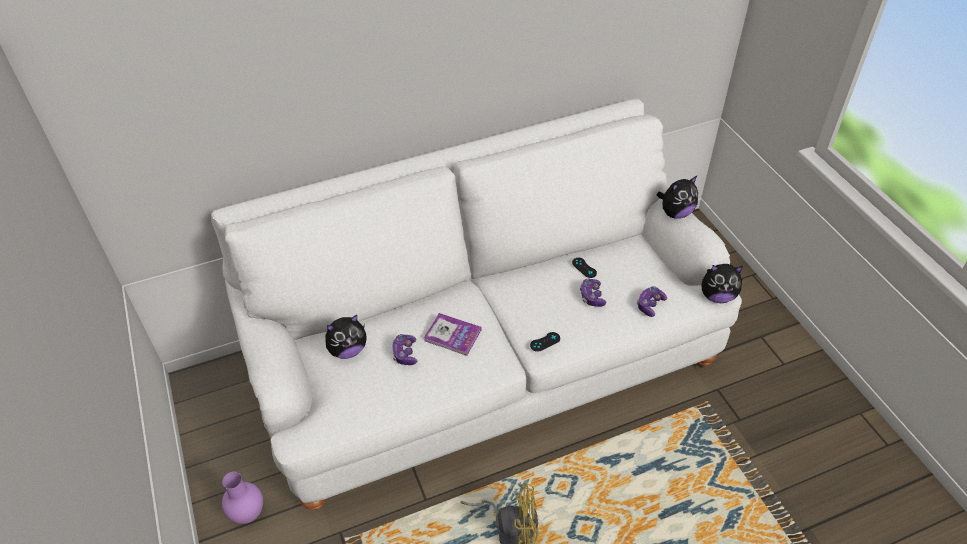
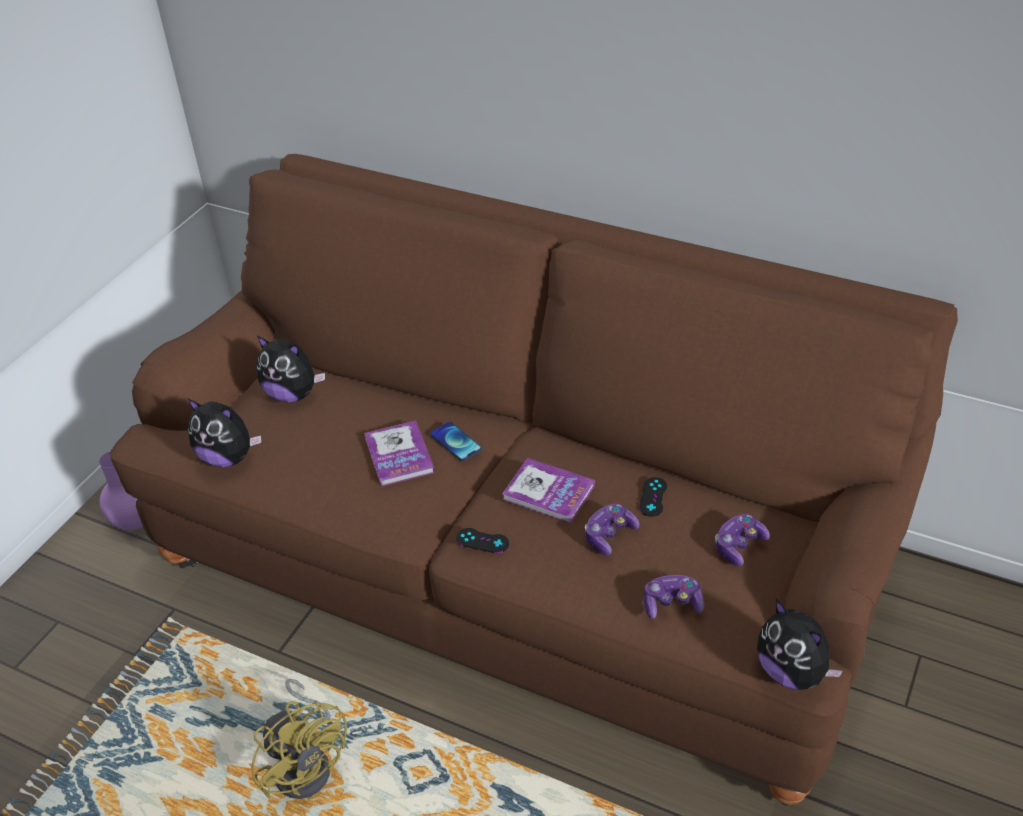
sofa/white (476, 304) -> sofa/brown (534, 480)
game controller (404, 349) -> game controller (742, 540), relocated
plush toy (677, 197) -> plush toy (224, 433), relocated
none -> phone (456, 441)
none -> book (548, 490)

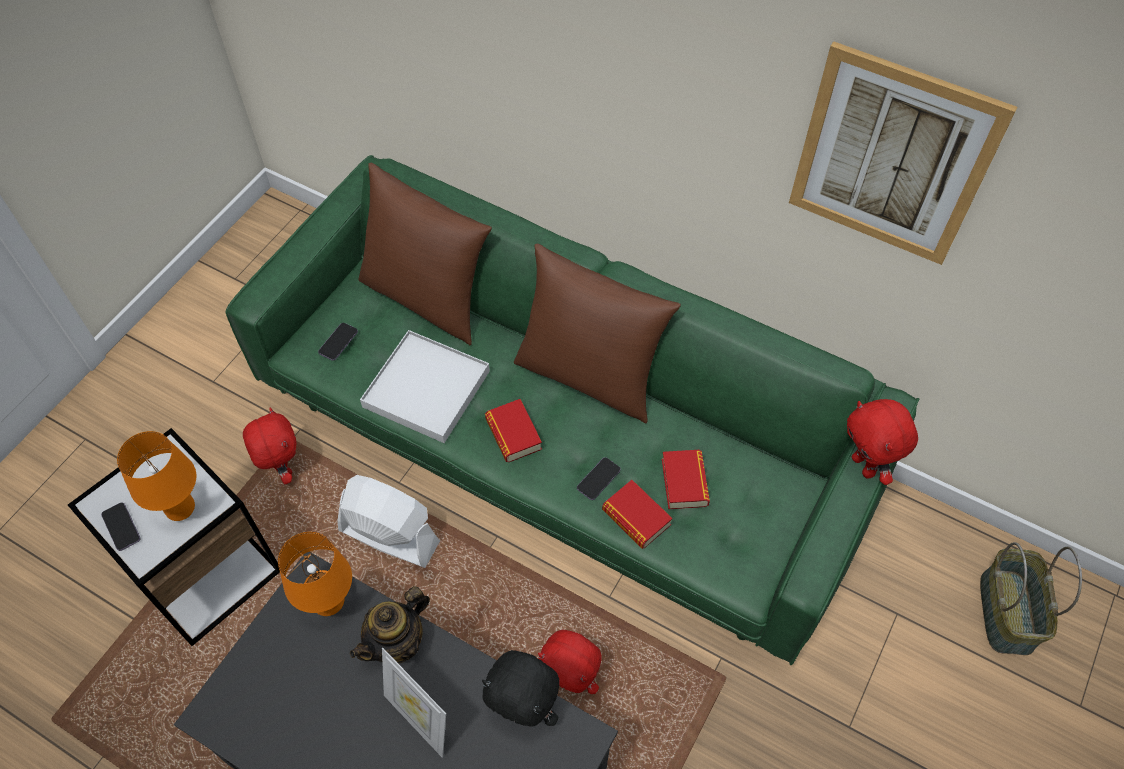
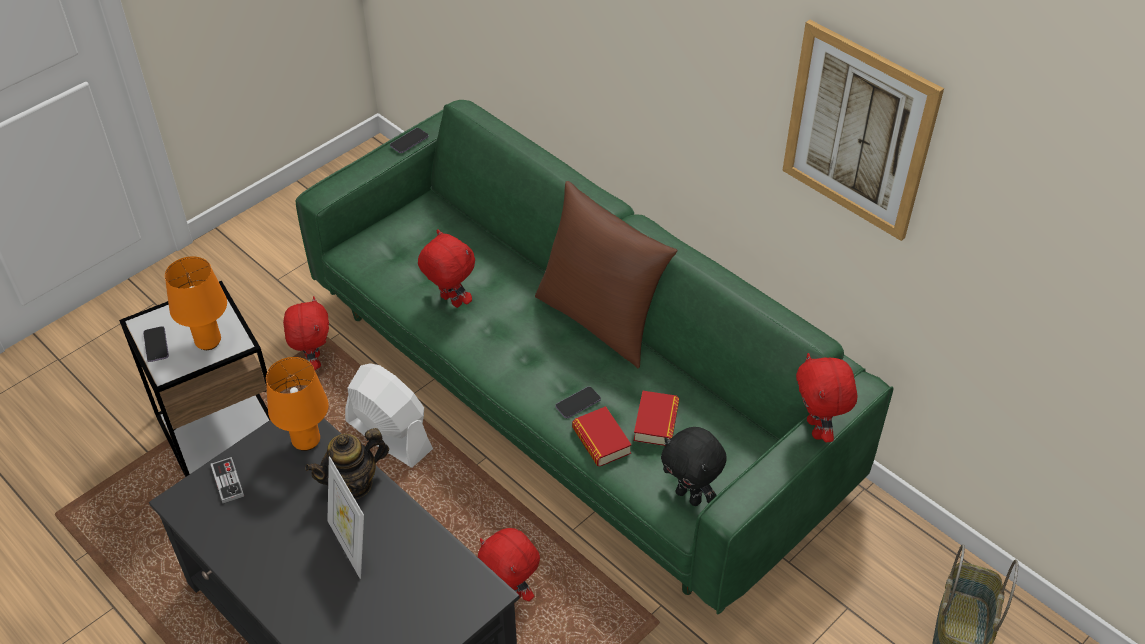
phone (338, 342) -> phone (409, 140), relocated
pillow/brown (425, 254) -> none
tray/white (425, 386) -> plush toy/red (446, 268)
plush toy/black (521, 688) -> plush toy/black (694, 466), relocated
book (513, 430) -> none
none -> game controller (227, 480)

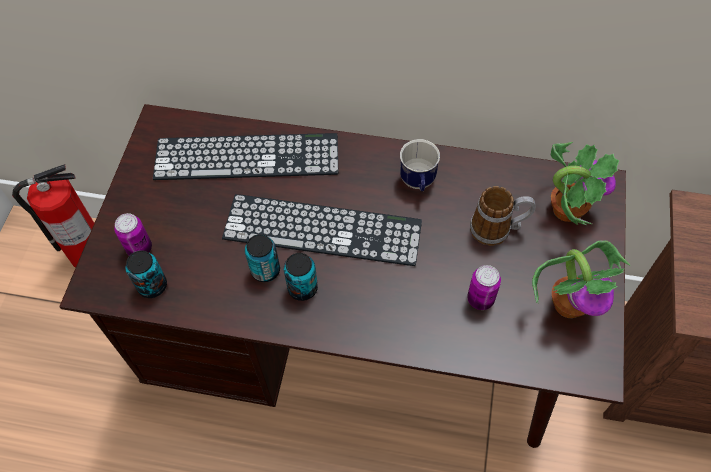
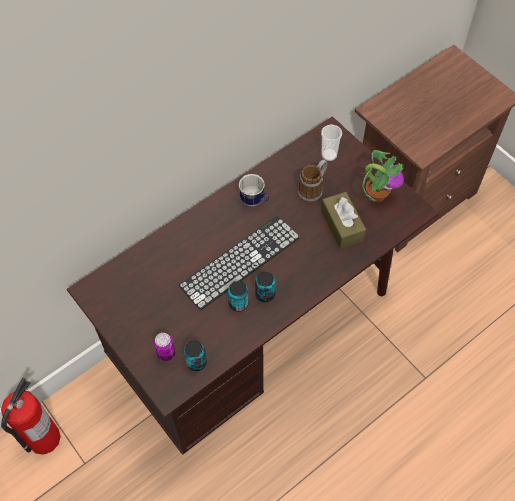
keyboard (246, 156) -> none
can (484, 287) -> tissue box/brown (343, 220)
potted plant (585, 183) -> cup (331, 143)

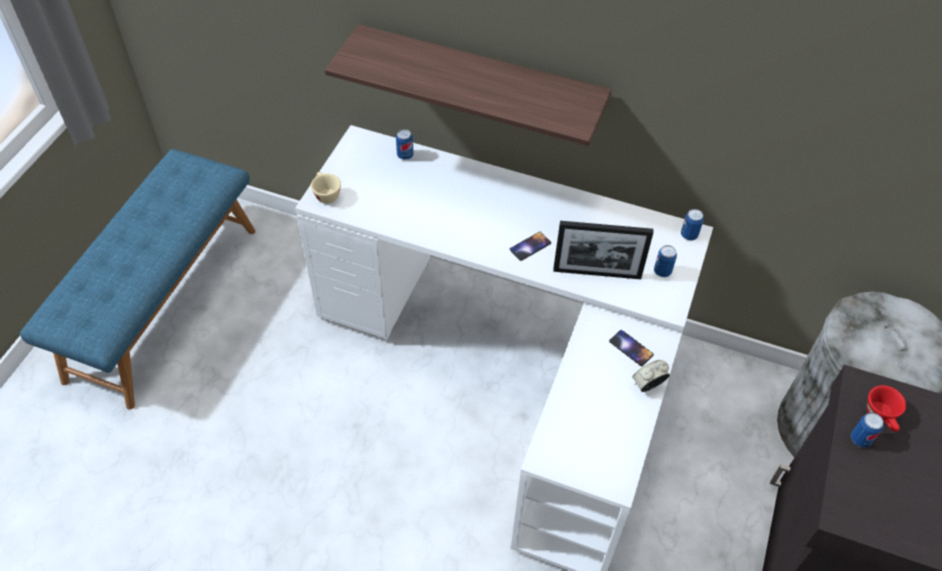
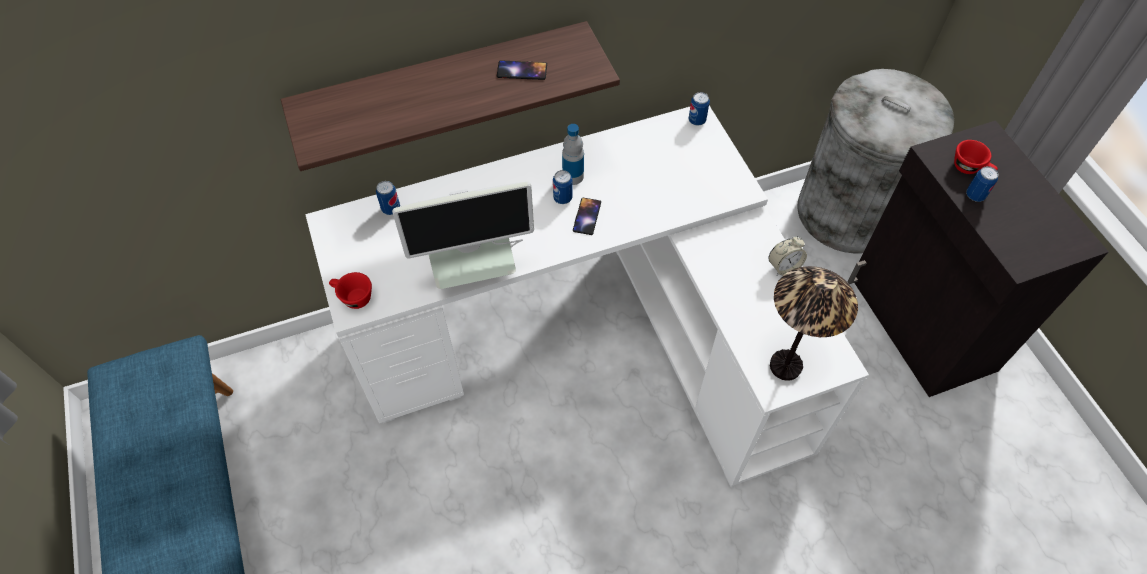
cup/beige (326, 188) -> cup/red (350, 290)
picture frame (603, 250) -> none
phone (631, 348) -> phone (522, 70), relocated
alarm clock (651, 376) -> alarm clock (787, 256), 135 degrees counterclockwise
can (665, 261) -> can (563, 187), relocated
none -> monitor (463, 235)
none -> bottle (573, 154)
none -> table lamp (814, 323)

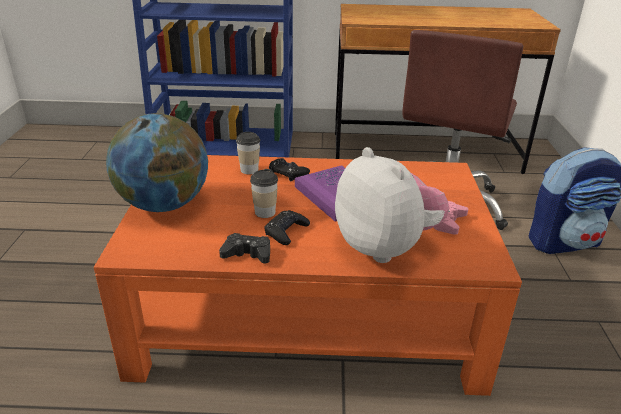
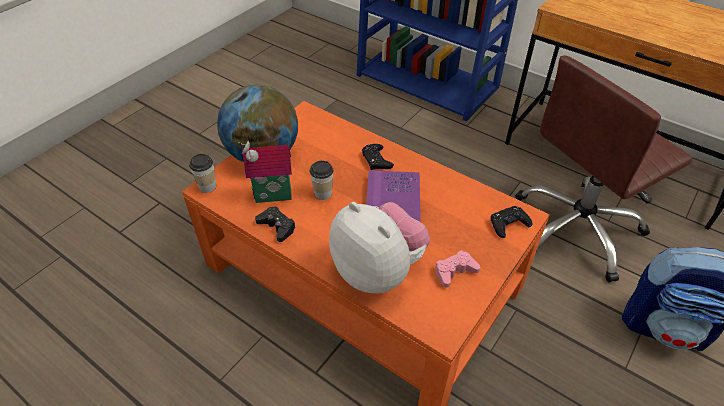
cup (248, 153) -> cup (202, 173), relocated
game controller/black (287, 227) -> game controller/black (512, 222), relocated
plush toy (392, 205) -> plush toy (379, 248), 45 degrees counterclockwise
none -> toy house (265, 172)

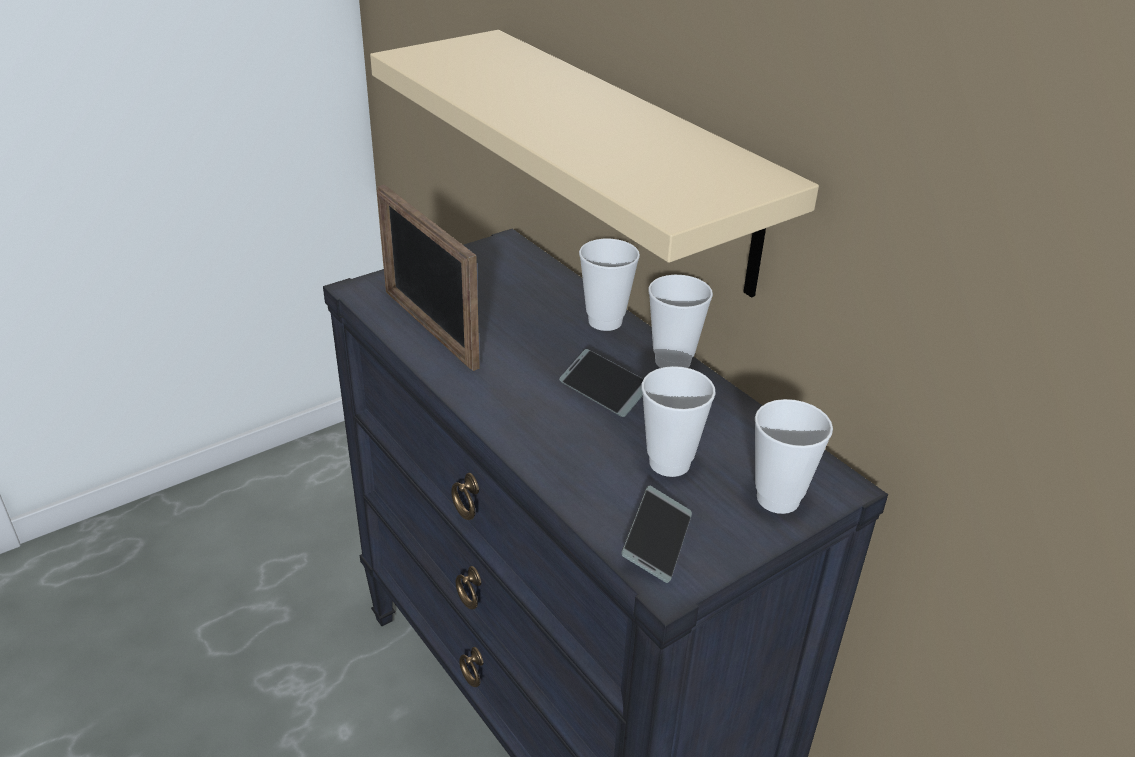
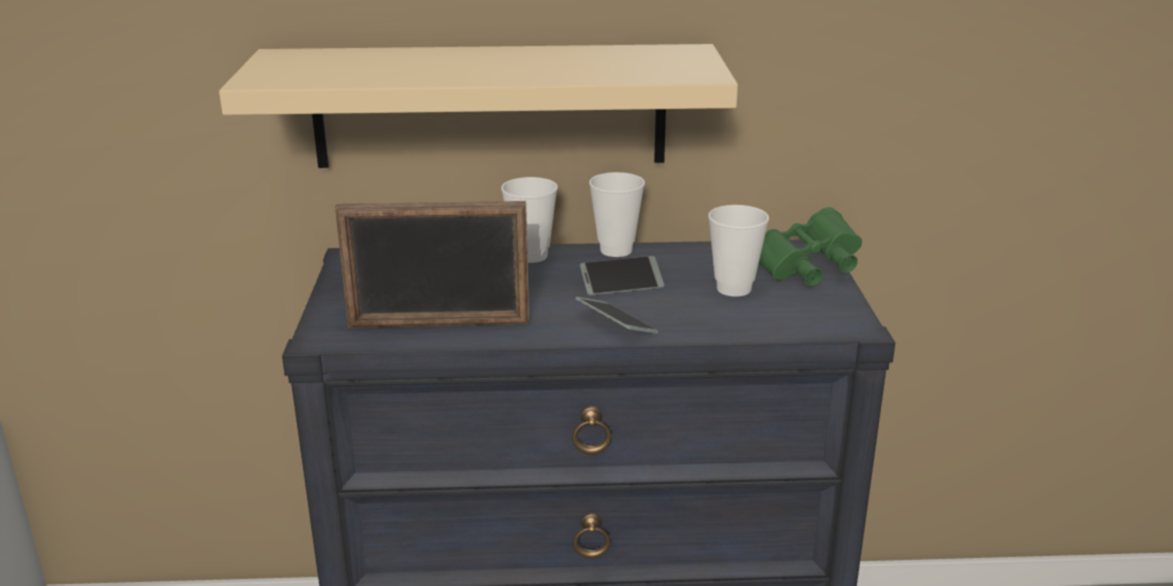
phone (656, 534) -> phone (616, 315), relocated
cup (794, 456) -> binoculars/green (810, 246)

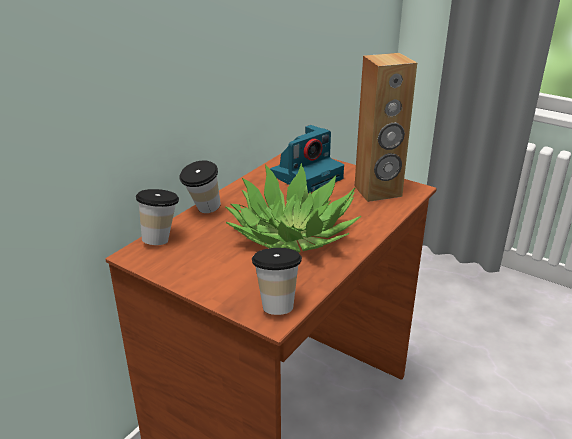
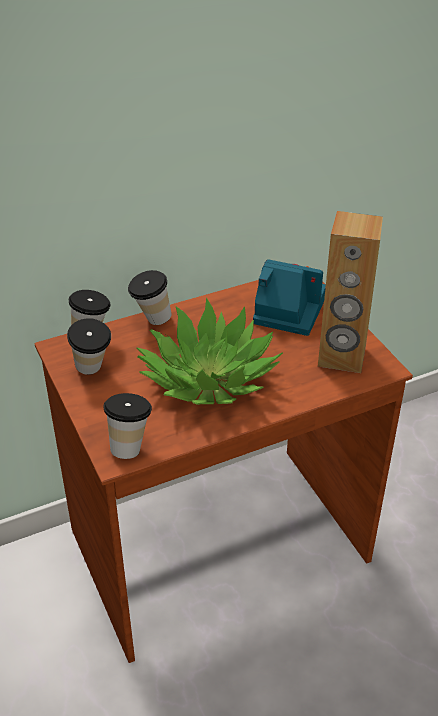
photo camera (307, 159) -> photo camera (289, 297), 150 degrees counterclockwise
none -> cup (89, 346)

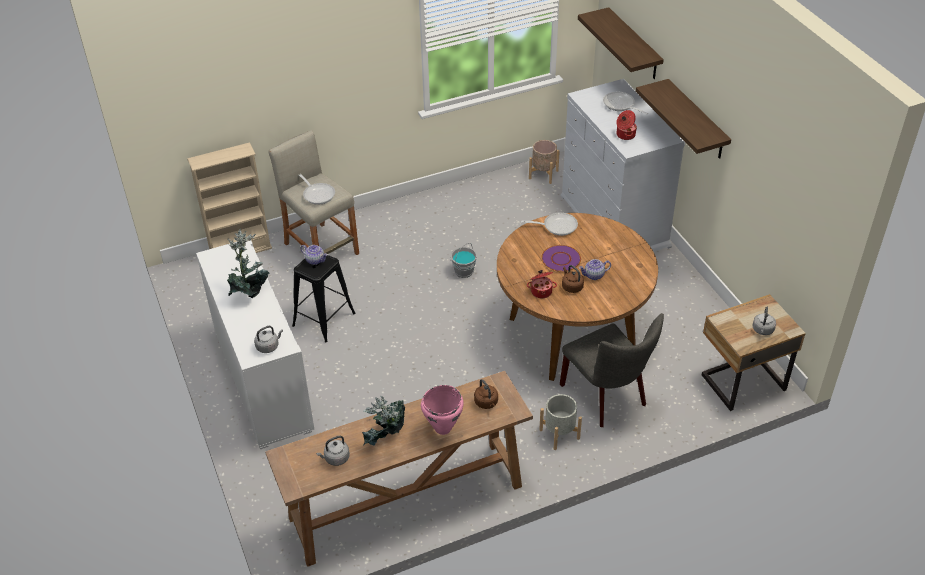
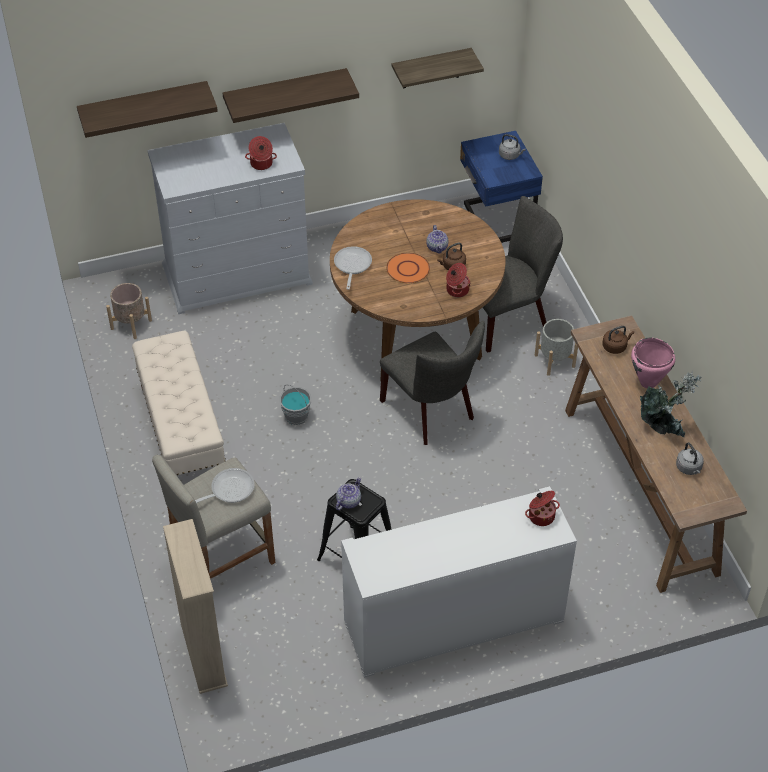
potted plant (248, 263) -> none
kettle/grey (268, 339) -> cooking pot (542, 508)
plate/purple (561, 258) -> plate/orange (408, 268)
frying pan (625, 103) -> none
nightstand/beige (754, 352) -> nightstand/blue (501, 187)
none -> bench/beige (179, 403)
none -> chair/grey (432, 383)
none -> shelf (438, 68)

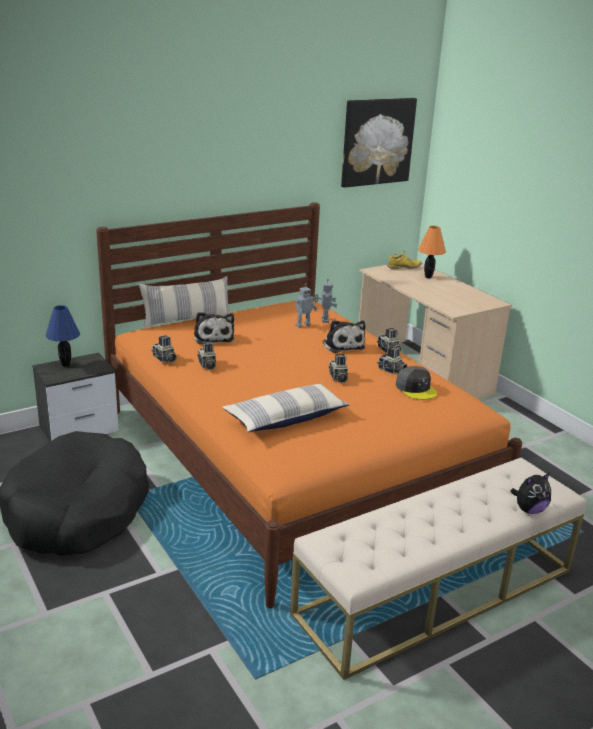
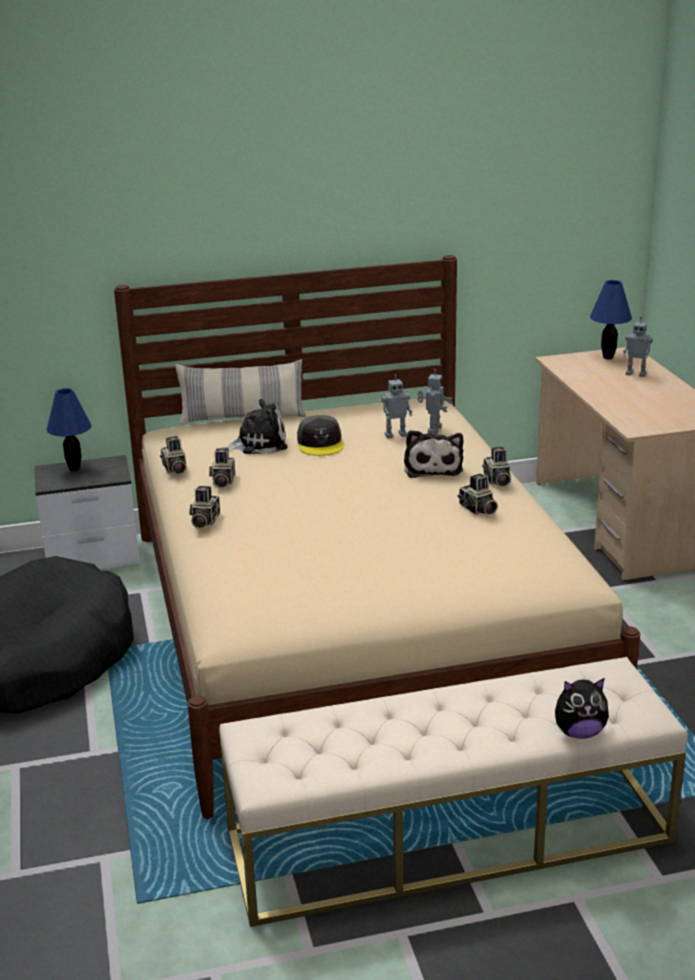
bed/orange (309, 405) -> bed/beige (377, 537)
plush toy (214, 328) -> plush toy (255, 426), 105 degrees counterclockwise
pillow (286, 408) -> none
photo camera (338, 368) -> photo camera (204, 507), relocated
picture (379, 143) -> none
shoe/yellow (404, 260) -> table lamp/blue (611, 319)
cap/grey (416, 383) -> cap/grey (320, 435), relocated
table lamp/orange (432, 252) -> toy robot (638, 347)

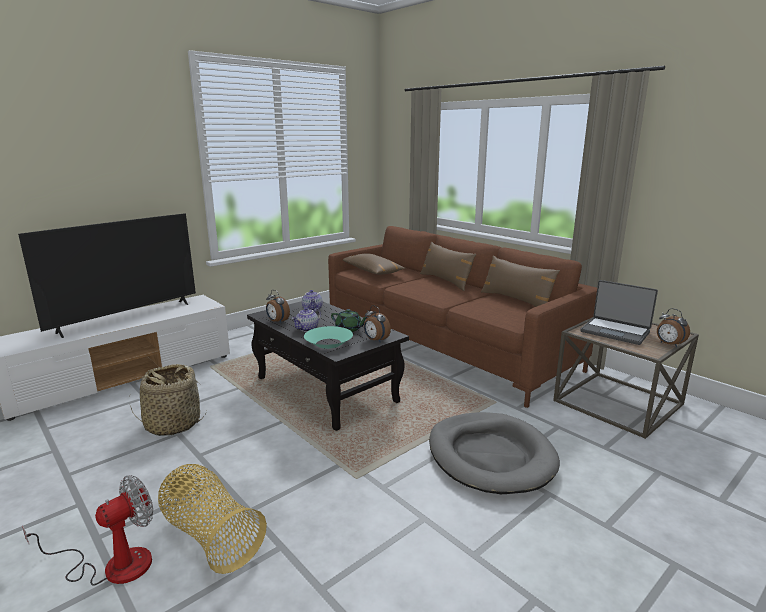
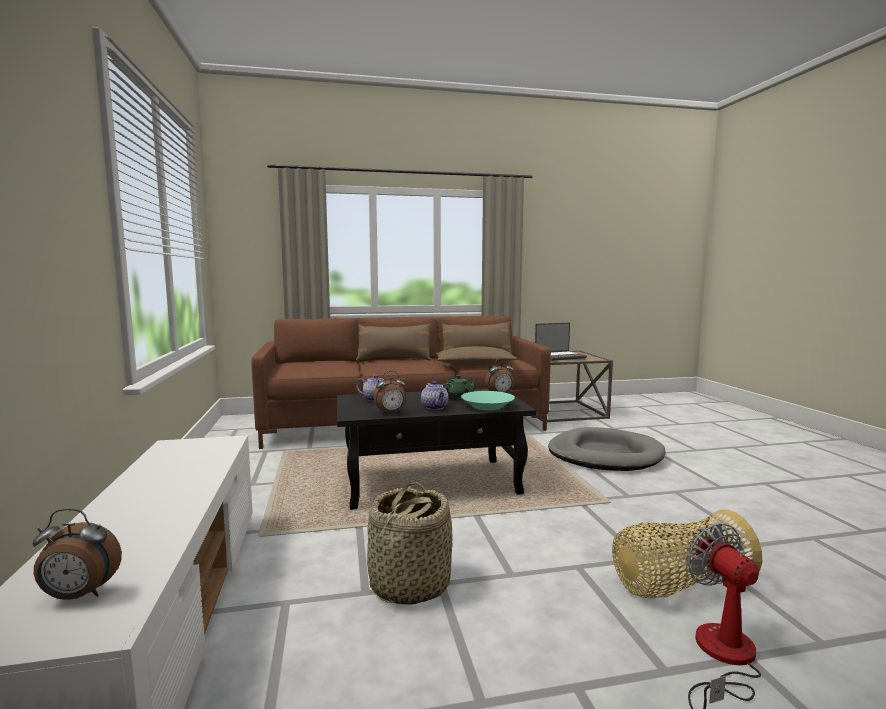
television (107, 275) -> none
pillow/brown (374, 263) -> pillow/brown (477, 356), relocated
alarm clock (673, 327) -> alarm clock (77, 554), relocated

